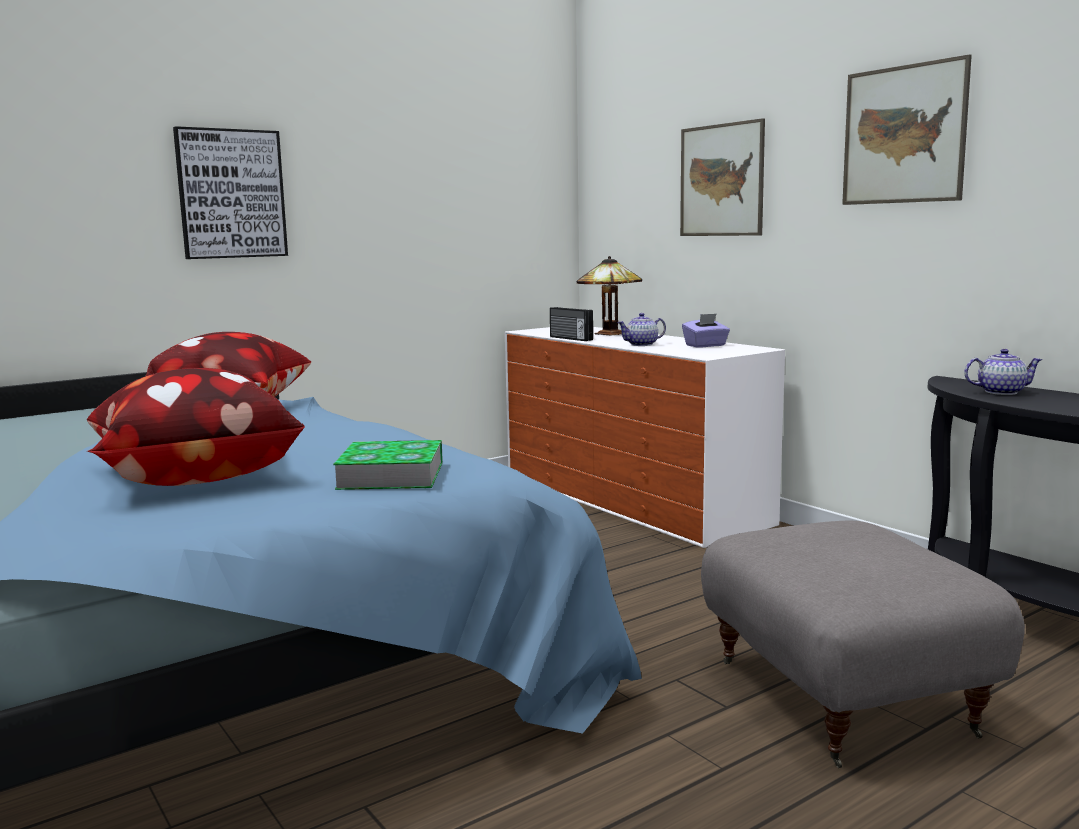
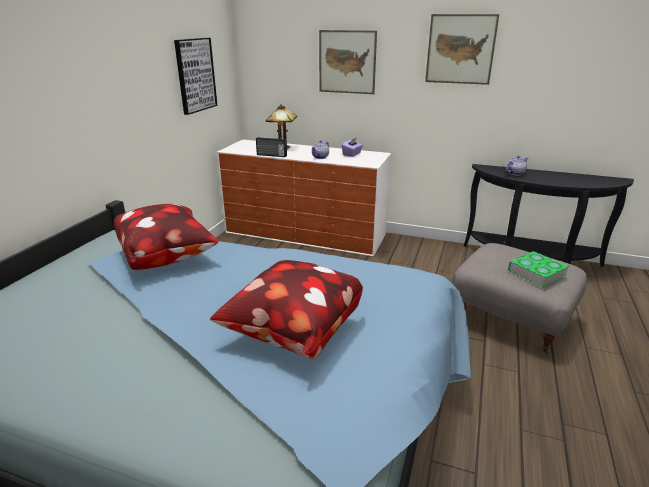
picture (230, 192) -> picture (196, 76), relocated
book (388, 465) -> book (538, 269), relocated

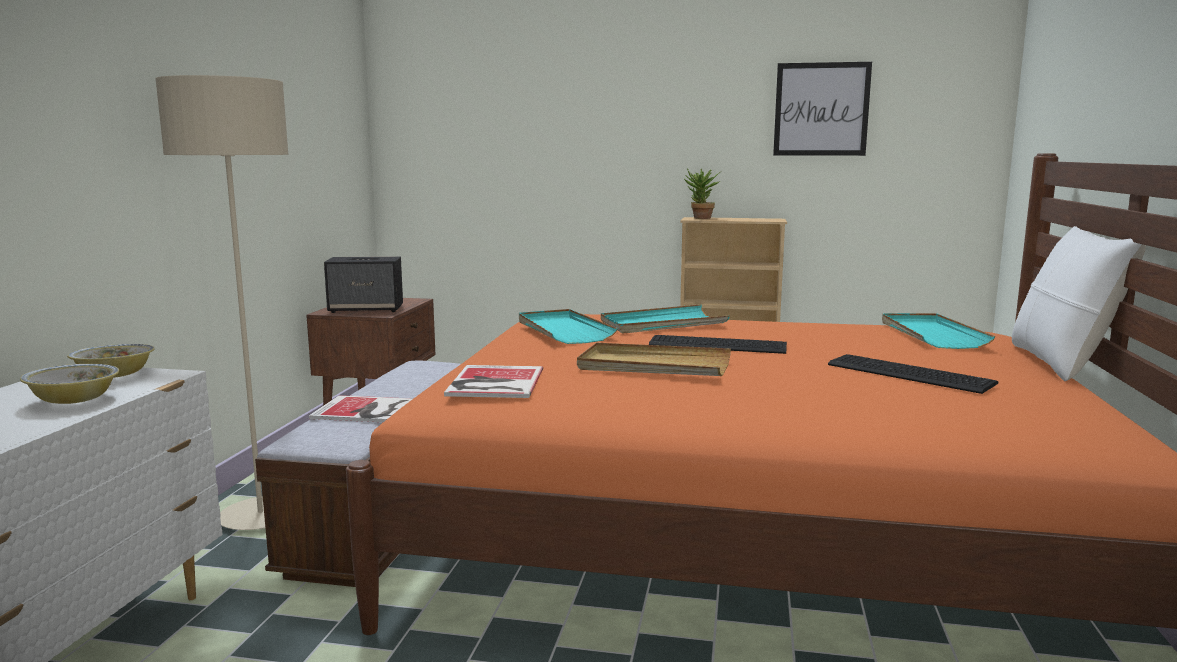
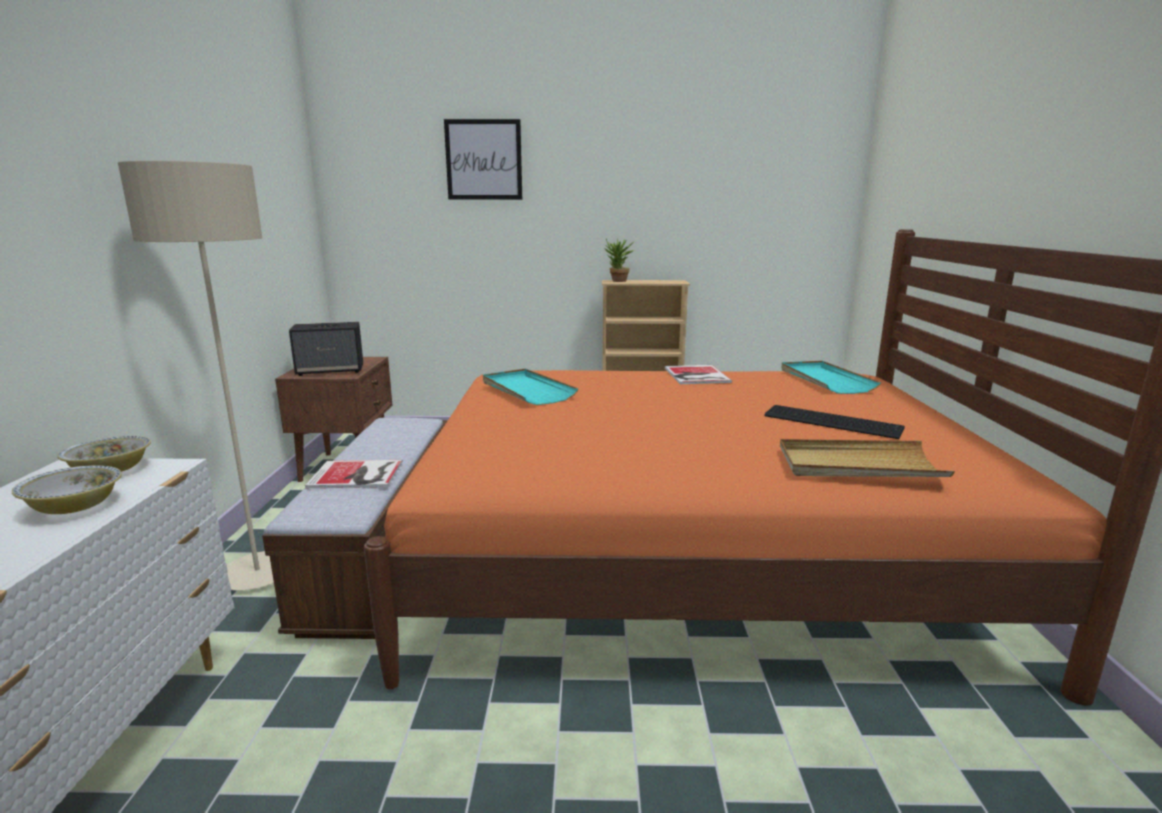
book (493, 381) -> book (698, 374), relocated
tray/beige (654, 359) -> tray/beige (867, 458), relocated
tray/turquoise (665, 319) -> none
keyboard (718, 344) -> none
picture (822, 109) -> picture (483, 159), relocated
pillow/white (1079, 303) -> none

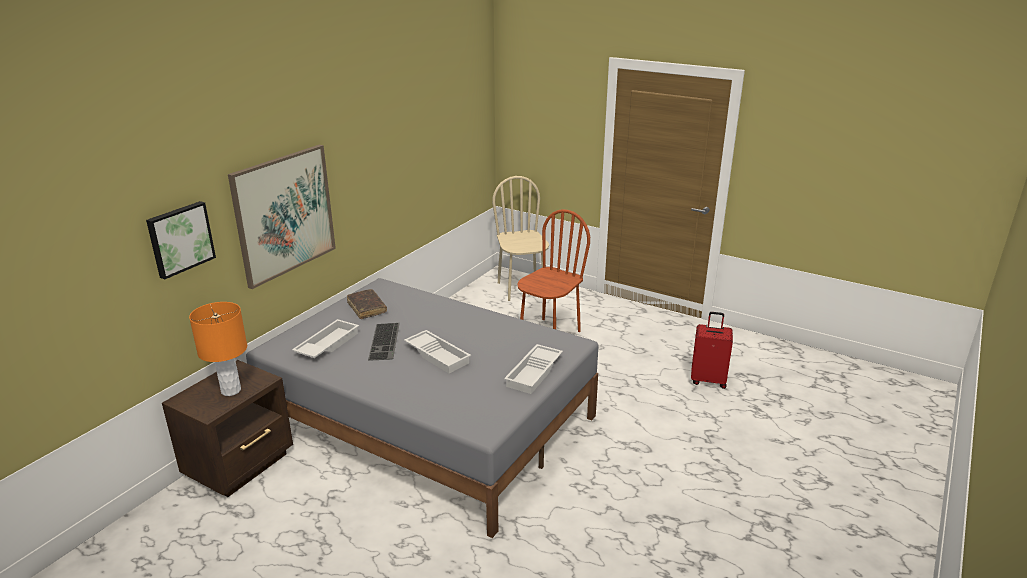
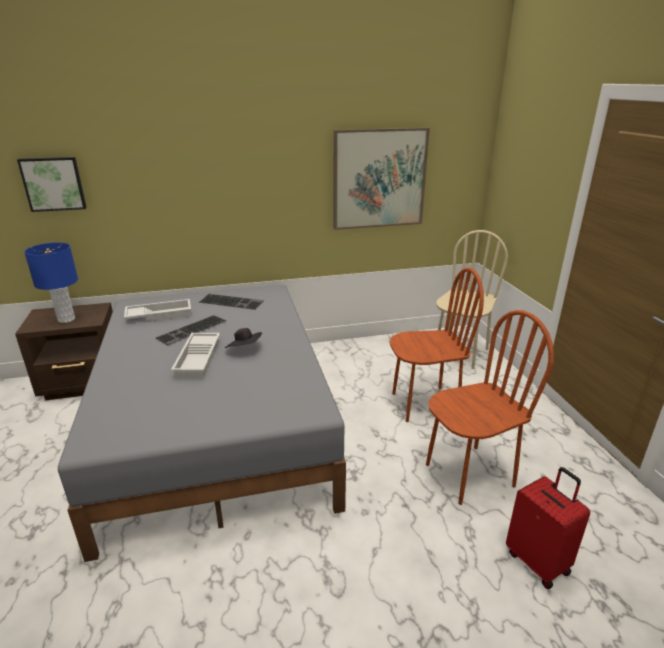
table lamp/orange (218, 349) -> table lamp/blue (51, 282)
picture (282, 217) -> picture (382, 179), relocated
book/brown (367, 304) -> keyboard (231, 302)
tray/white (533, 369) -> none
none -> hat/black (243, 338)
none -> chair/brown (490, 407)

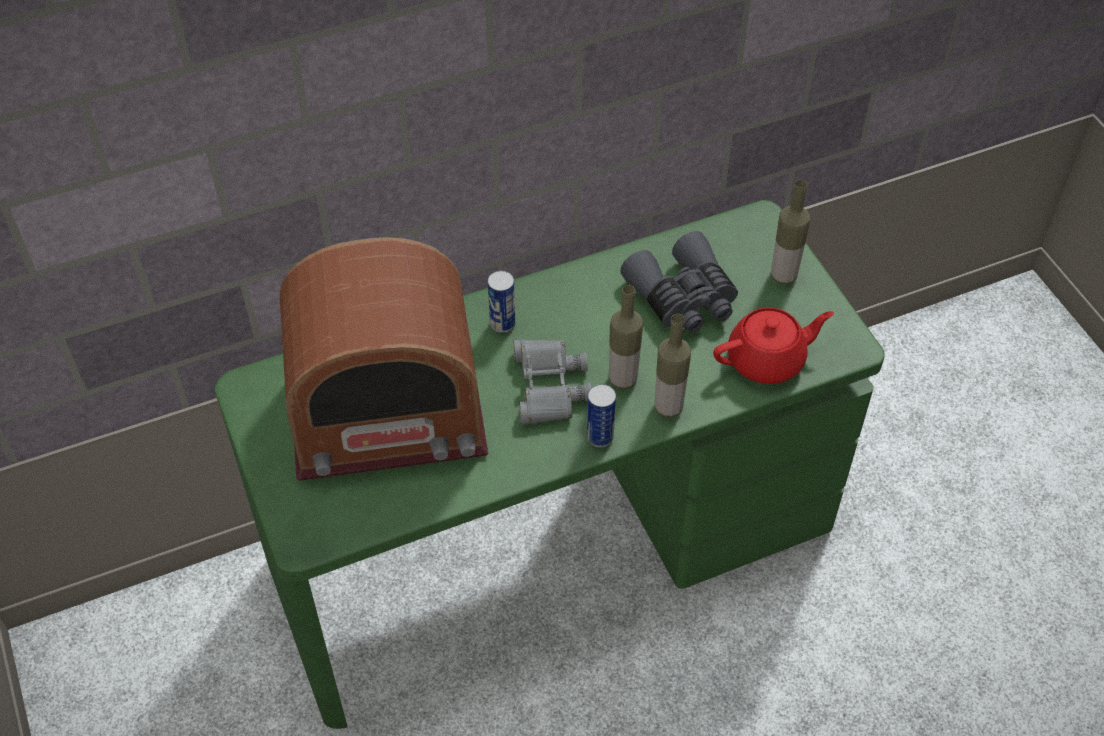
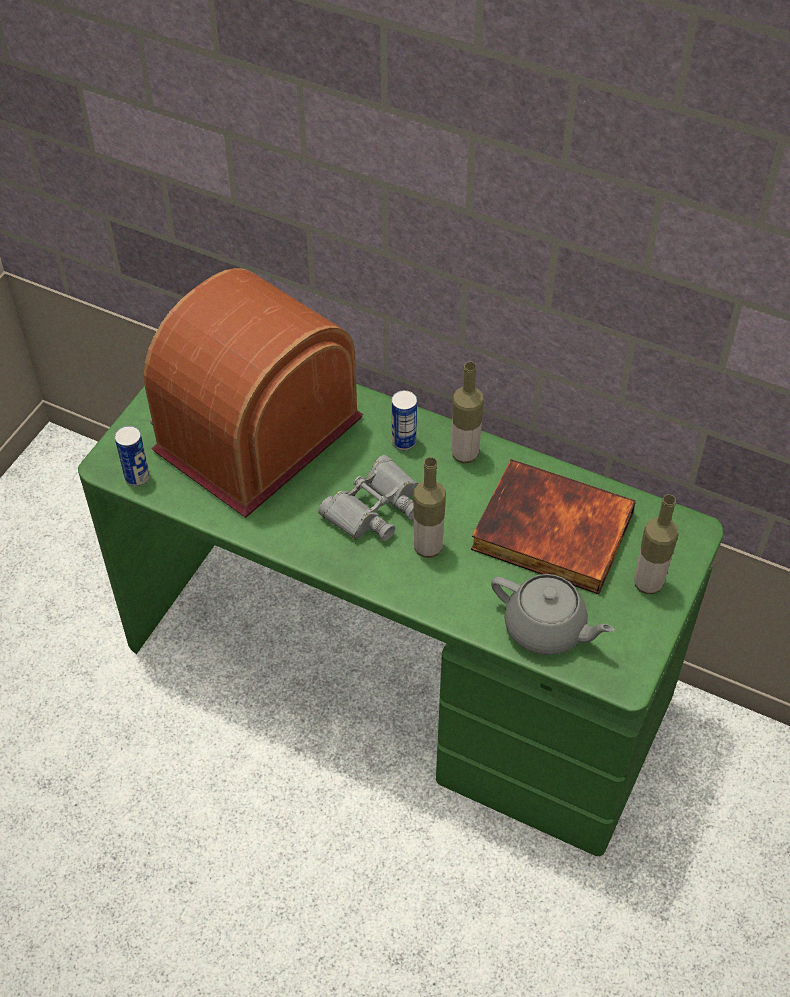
radio (383, 359) -> radio (253, 393), 90 degrees clockwise
can (601, 415) -> can (132, 456), relocated
binoculars/grey (679, 282) -> book (553, 526)
bottle (672, 366) -> bottle (468, 412), relocated
teapot/red (773, 345) -> teapot/grey (553, 614)

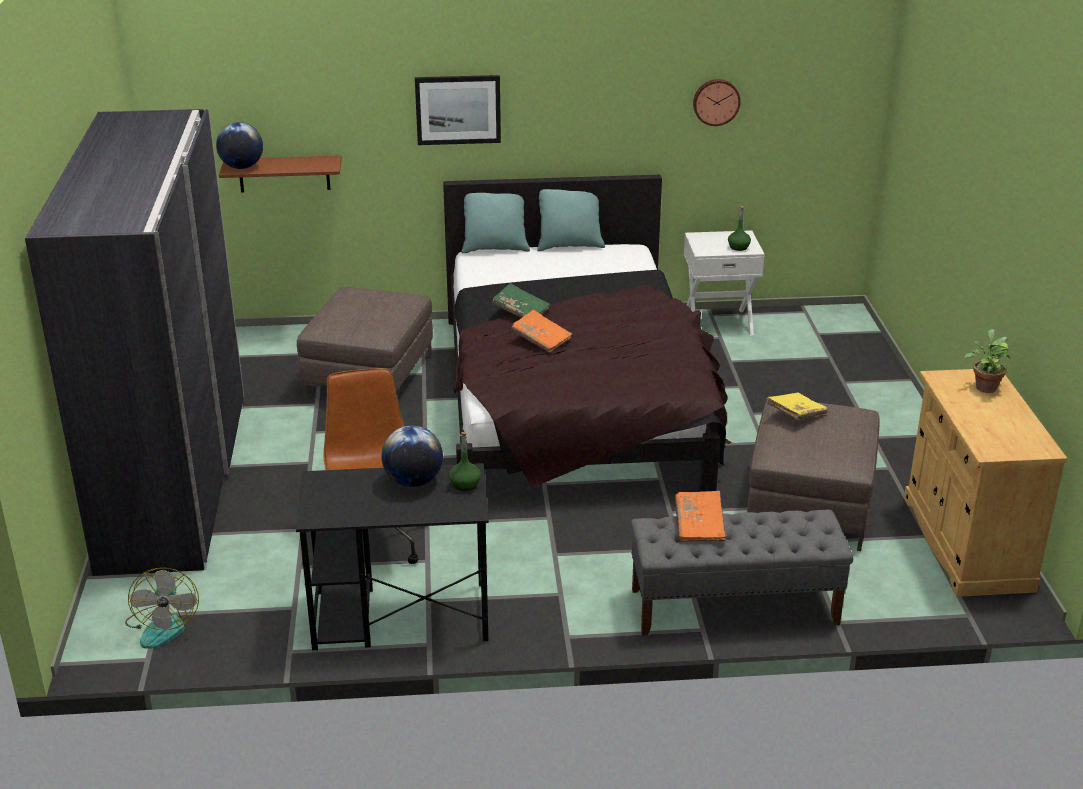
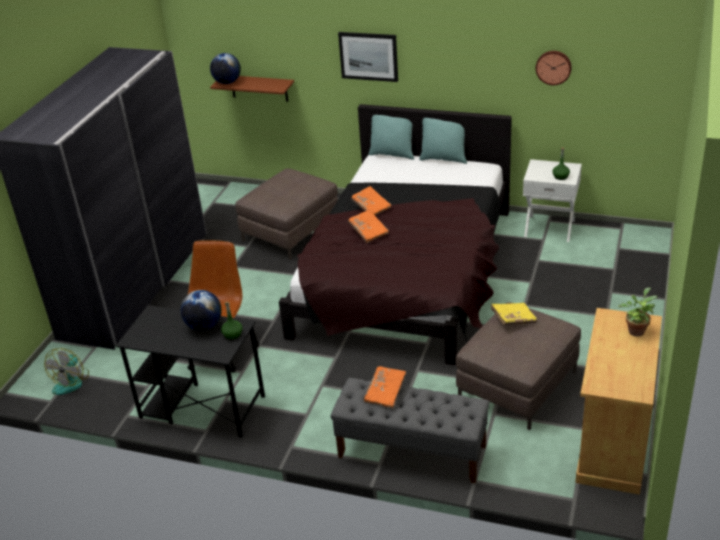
book/green (521, 300) -> book/orange (371, 201)

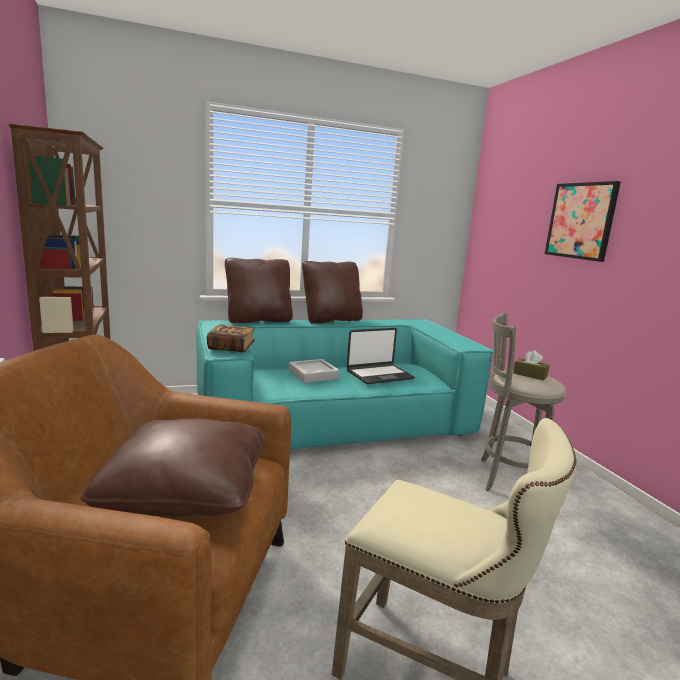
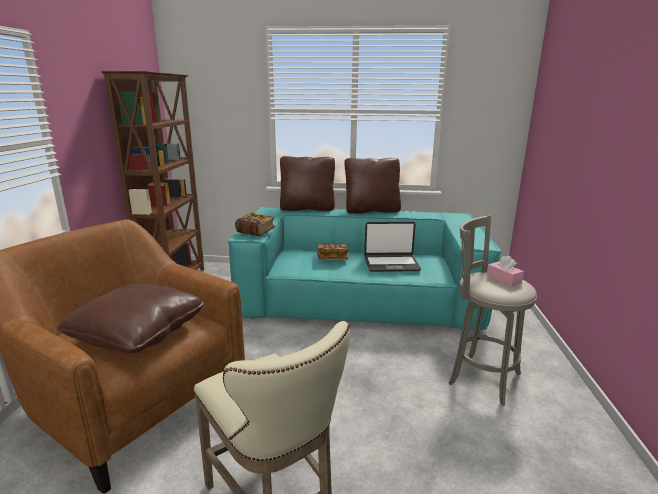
tray/grey (314, 371) -> book (332, 251)
tissue box/brown (531, 365) -> tissue box/pink (505, 271)
picture (583, 221) -> none

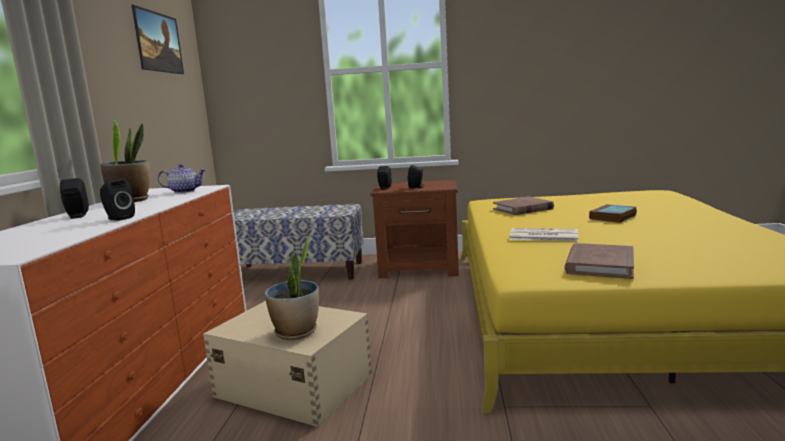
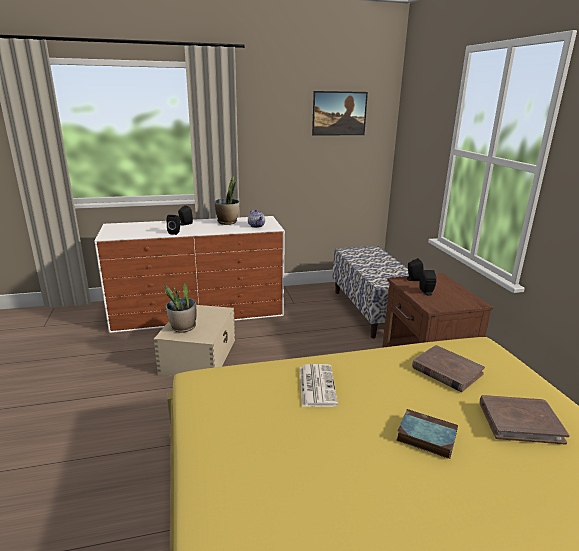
book/brown (599, 261) -> book/brown (525, 420), relocated

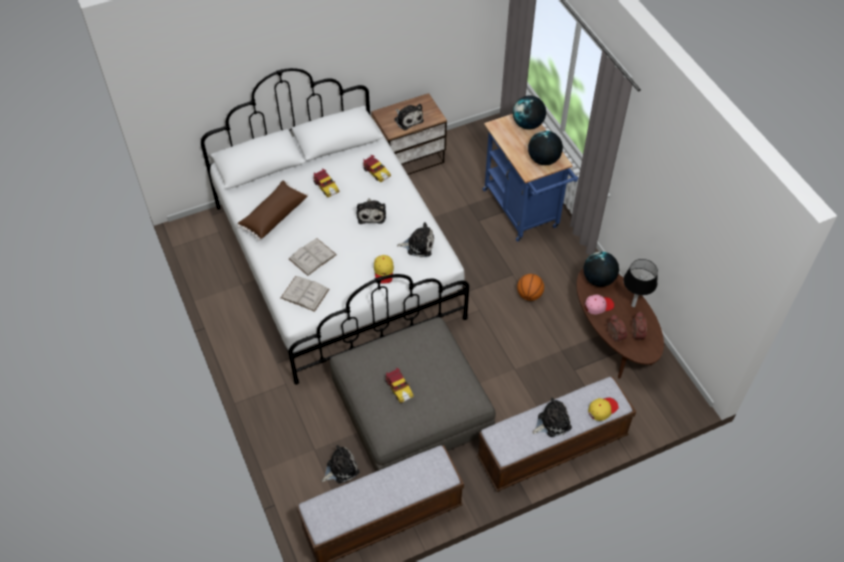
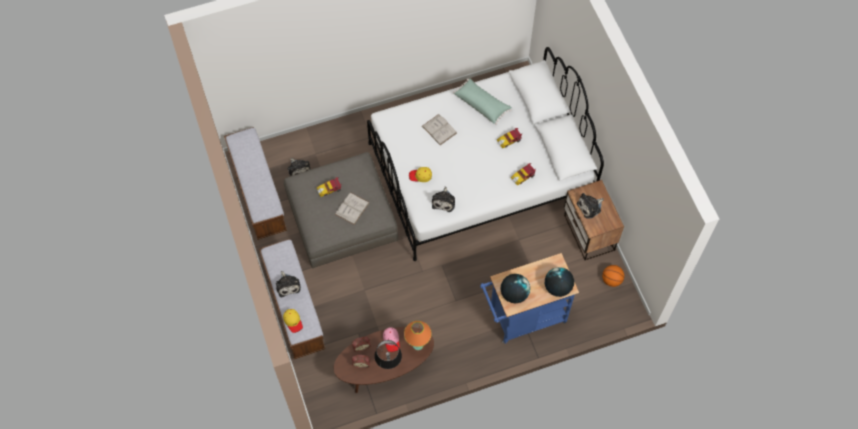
pillow/brown (273, 211) -> pillow/green (482, 101)
book/white (305, 294) -> book/white (352, 208), relocated
plush toy (371, 211) -> none
basketball (530, 287) -> basketball (613, 276), relocated
globe (601, 269) -> table lamp/orange (418, 335)

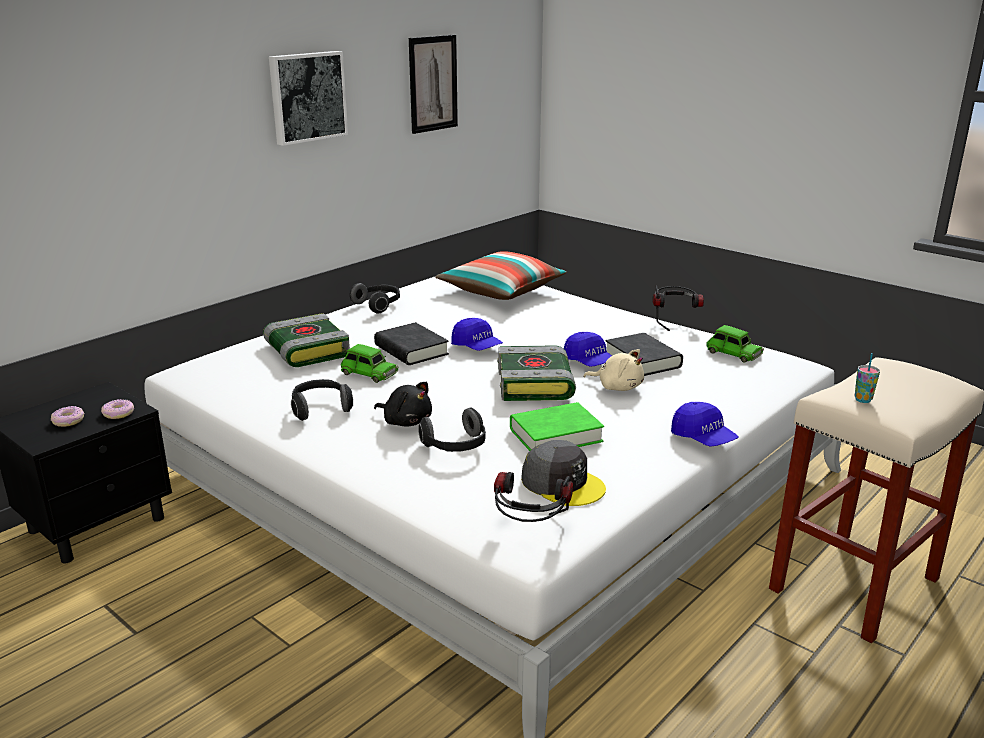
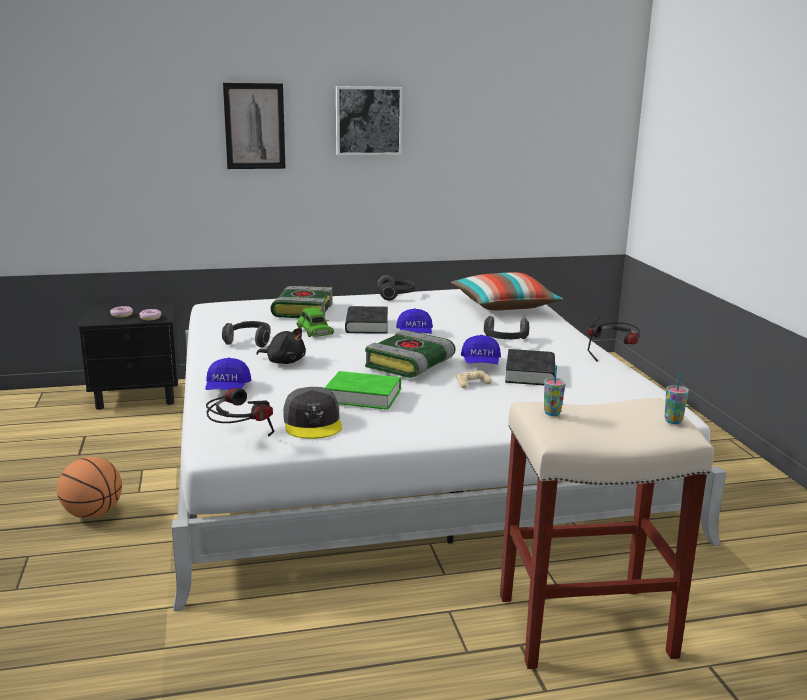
plush toy/black (403, 404) -> plush toy/black (281, 346), 45 degrees counterclockwise
picture (433, 84) -> picture (254, 126), relocated
headphones (452, 429) -> headphones (506, 327), relocated
plush toy/beige (613, 370) -> game controller/beige (474, 379)
cap/blue (705, 424) -> cap/blue (228, 374), relocated
toy car/green (735, 344) -> none
none -> basketball (89, 487)
none -> cup (676, 398)

